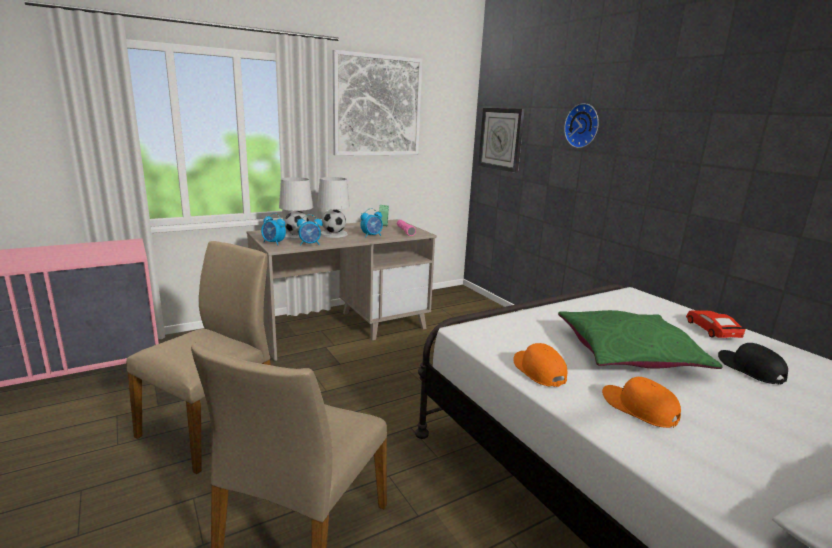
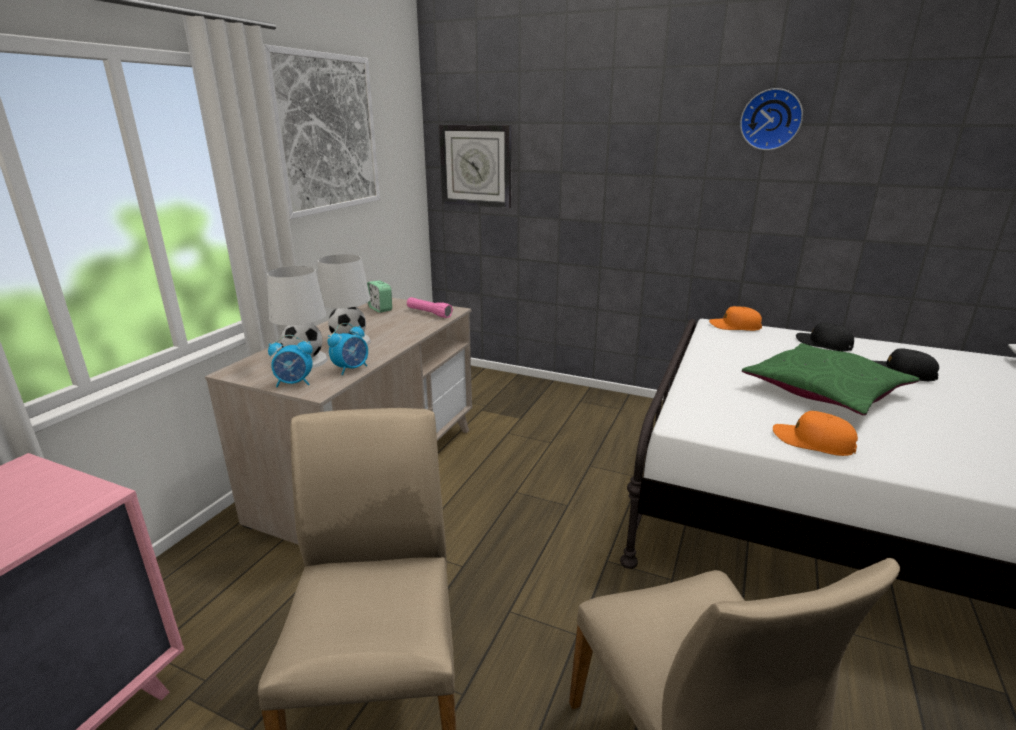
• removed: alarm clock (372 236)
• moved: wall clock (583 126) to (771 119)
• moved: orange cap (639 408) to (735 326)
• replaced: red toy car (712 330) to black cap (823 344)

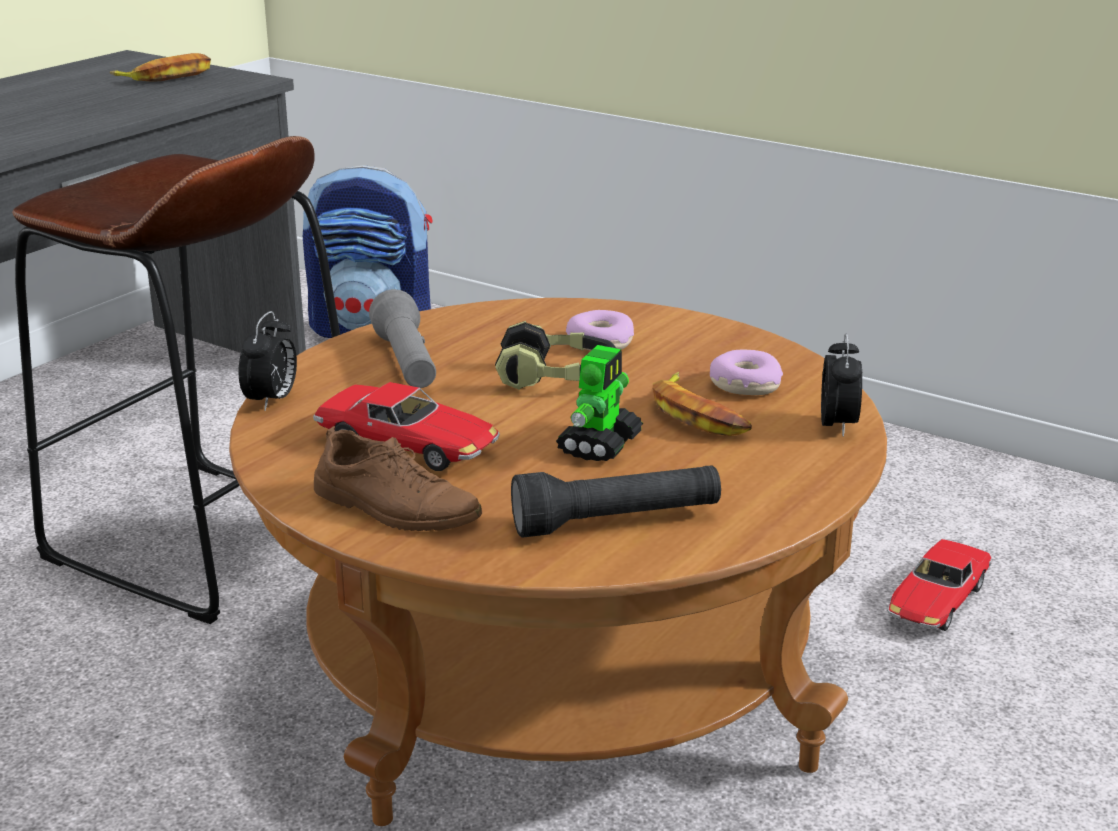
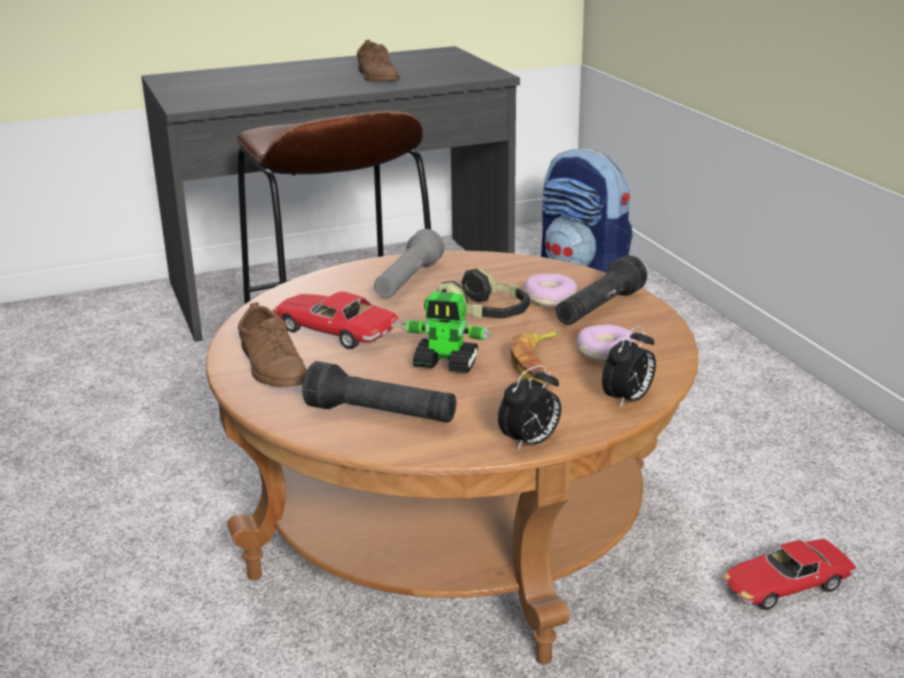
• removed: banana (167 77)
• added: brown shoe (377 77)
• added: black flashlight (599 309)
• moved: alarm clock (272 401) to (530 443)
• turned: toy car (409 446) = (334 332) 150 degrees clockwise
• turned: toy robot (600 444) = (446 364) 45 degrees clockwise

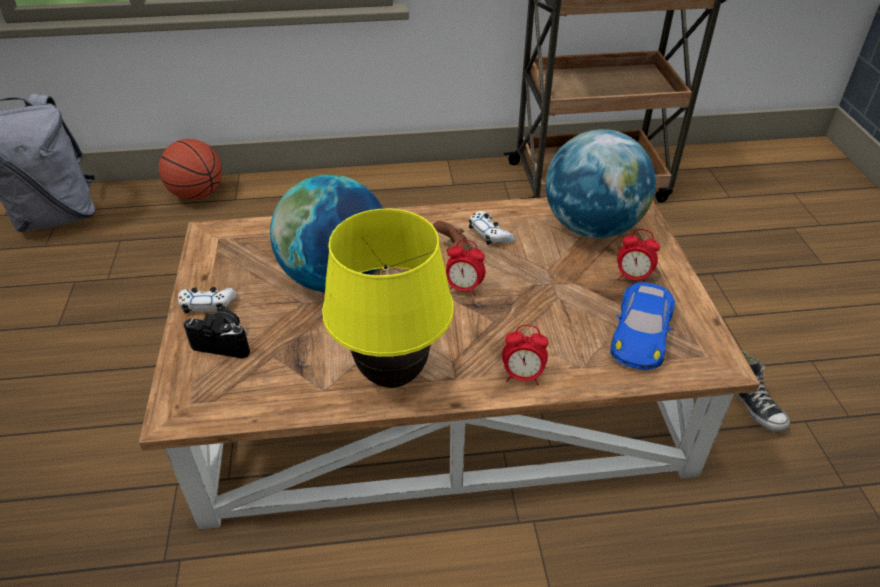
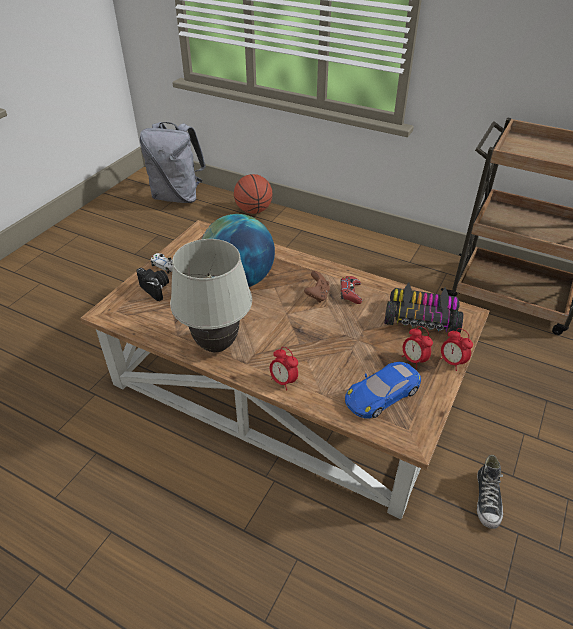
• moved: alarm clock (464 288) to (452 362)
• replaced: globe (592 227) to toy car (421 317)
• recoloured: yellow table lamp (393 375) to white table lamp (217 345)
• recoloured: white game controller (489 233) to red game controller (350 293)

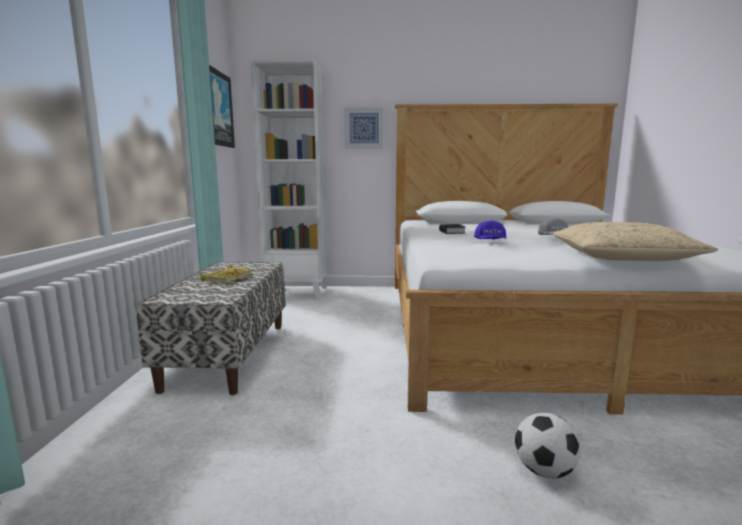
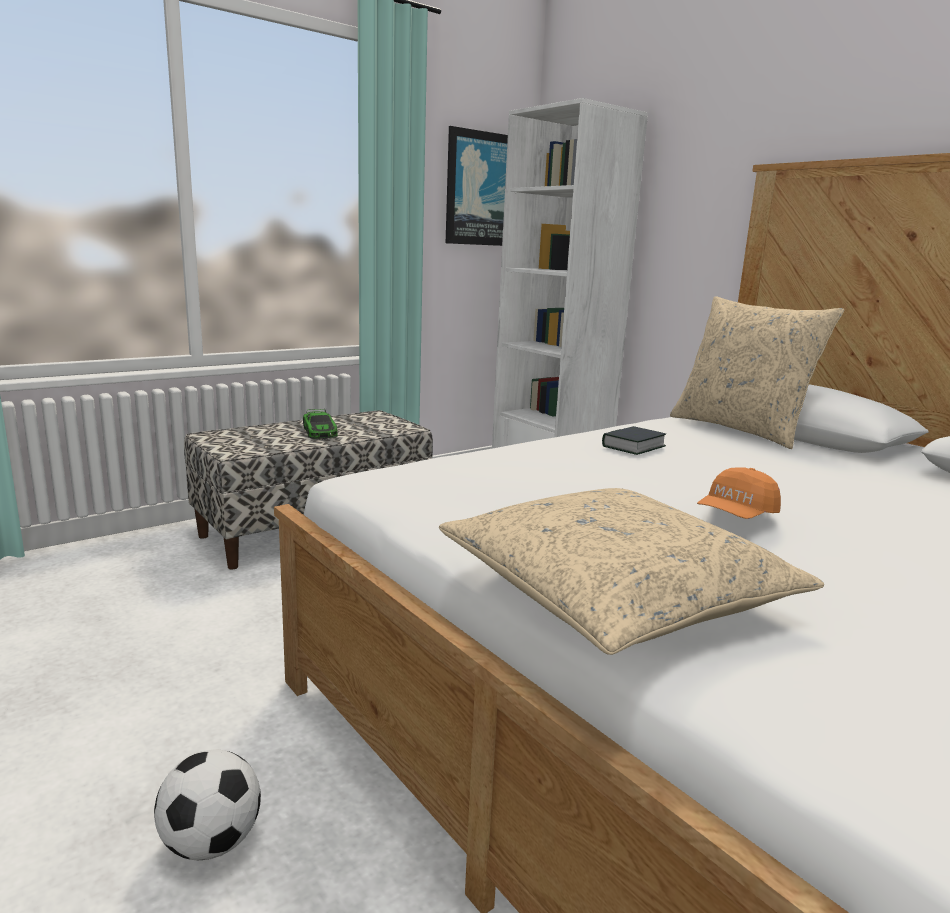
• removed: picture (364 128)
• removed: blue cap (490 242)
• added: beige pillow (740 429)
• replaced: book (228 277) to toy car (320 431)
• recoloured: grey cap (555 237) to orange cap (736 515)

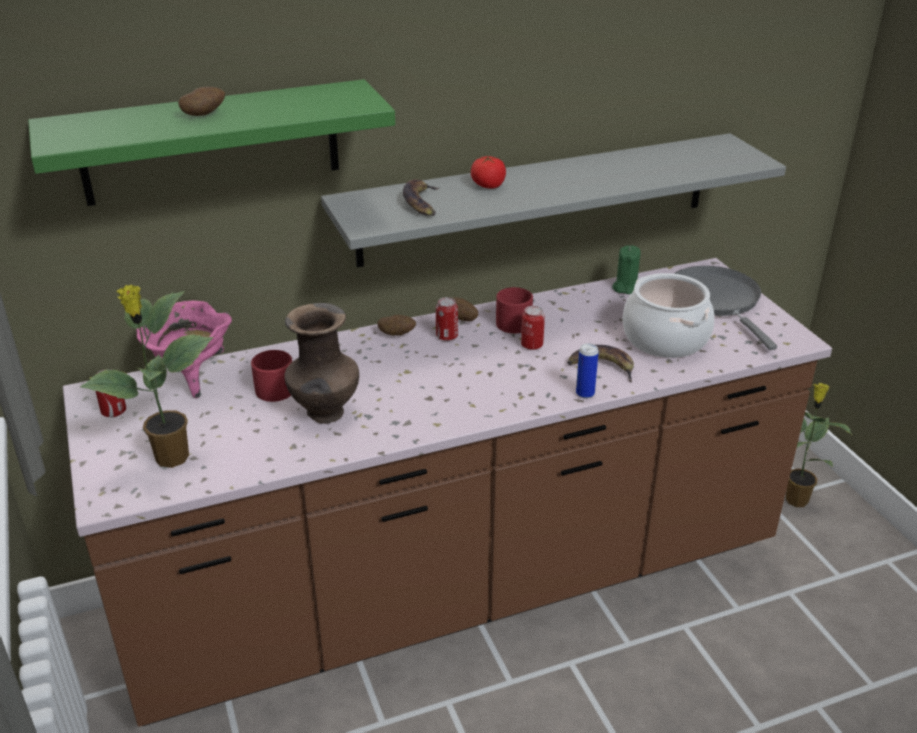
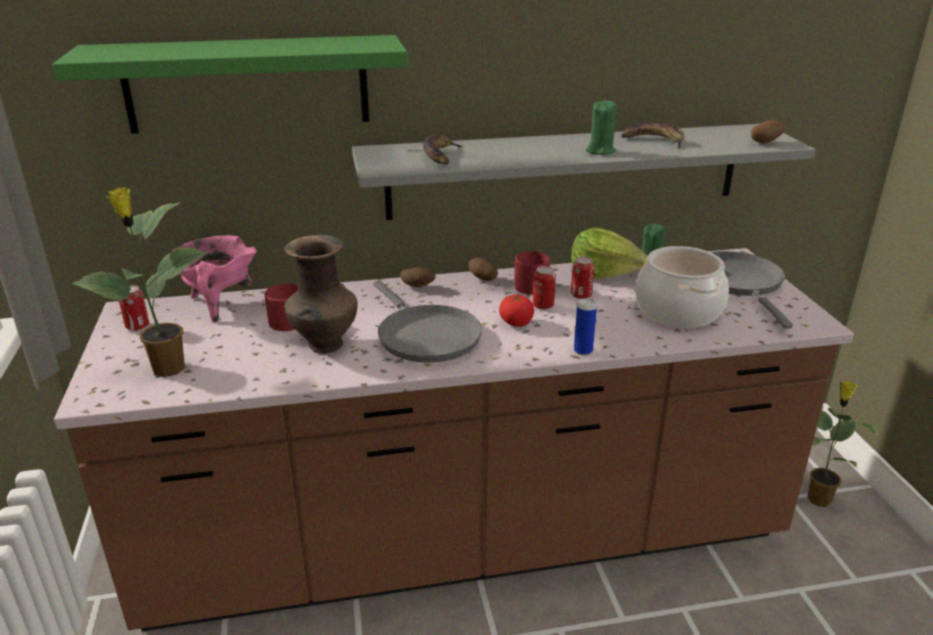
• added: grey frying pan (425 336)
• added: lettuce (603 273)
• added: green candle (600 151)
• moved: potato (204 115) to (765 142)
• moved: can (447 336) to (581 295)
• moved: tomato (488 185) to (516 323)
• moved: banana (602 366) to (654 141)

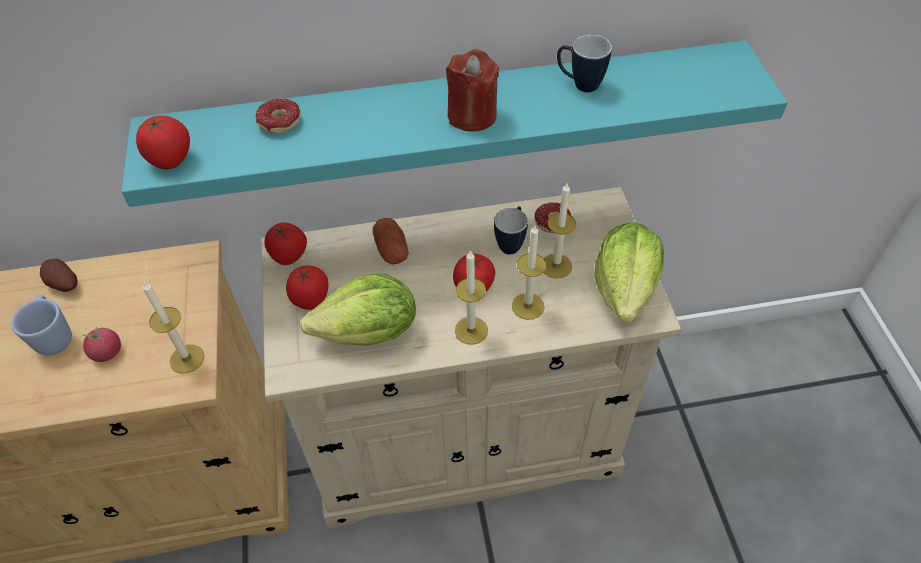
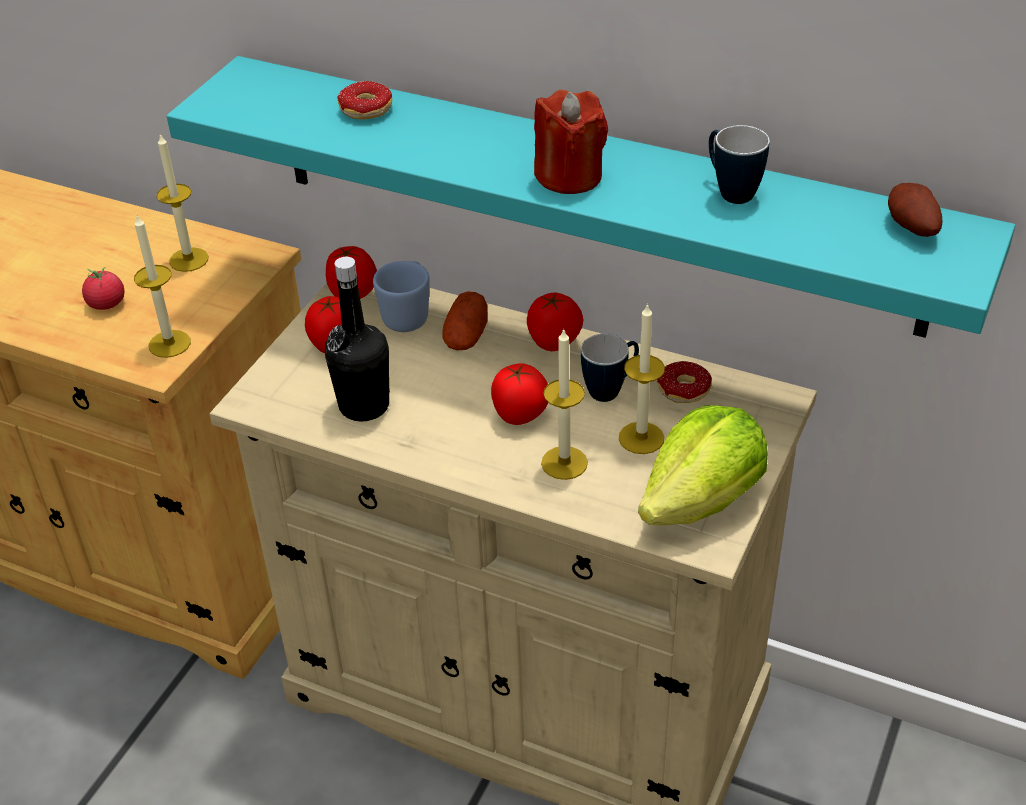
• moved: blue mug (54 336) to (408 315)
• moved: potato (63 284) to (910 228)
• moved: tomato (171 160) to (555 343)
• moved: candle (471 330) to (189 259)
• replaced: lettuce (369 333) to black bottle (364 406)

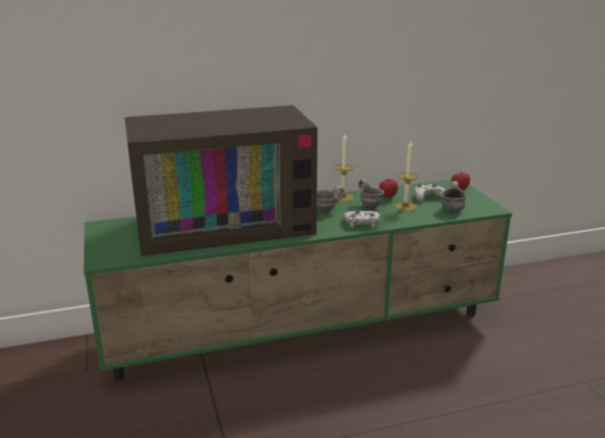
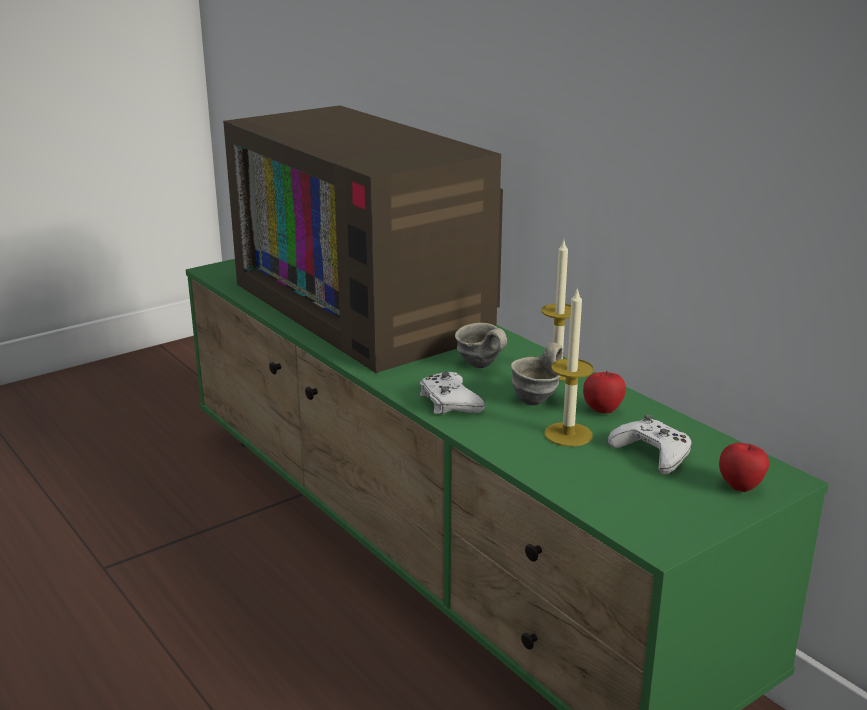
• removed: mug (451 208)

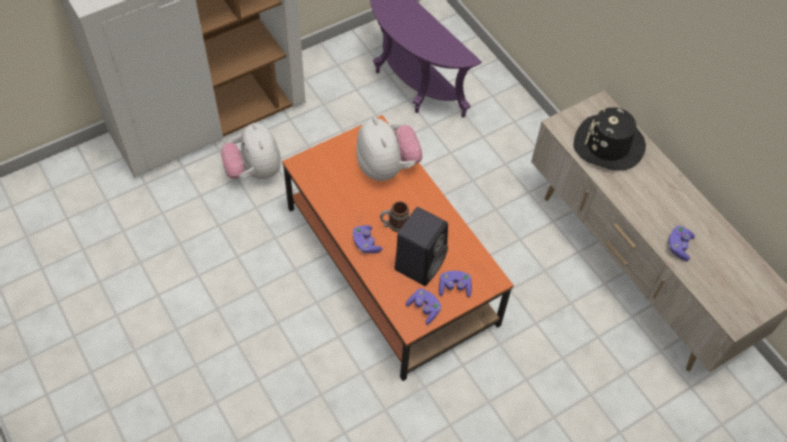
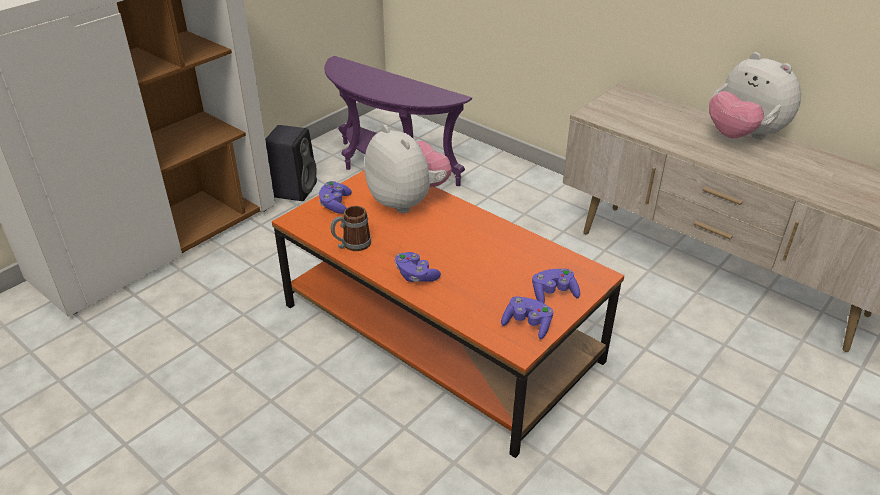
• removed: black hat (608 145)
• moved: plush toy (254 171) to (743 136)
• moved: mug (394 225) to (351 245)
• moved: black speaker (420 262) to (294 189)
• moved: purple game controller (678 246) to (335 204)

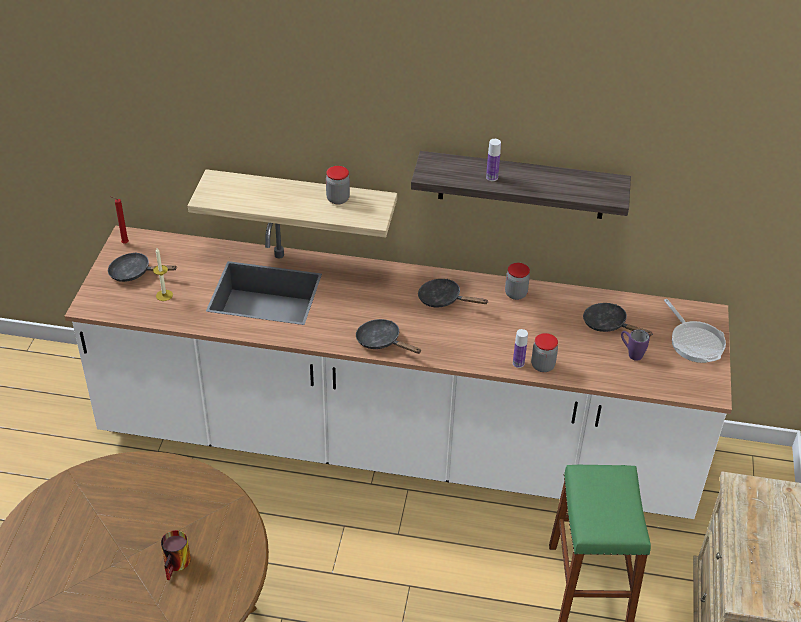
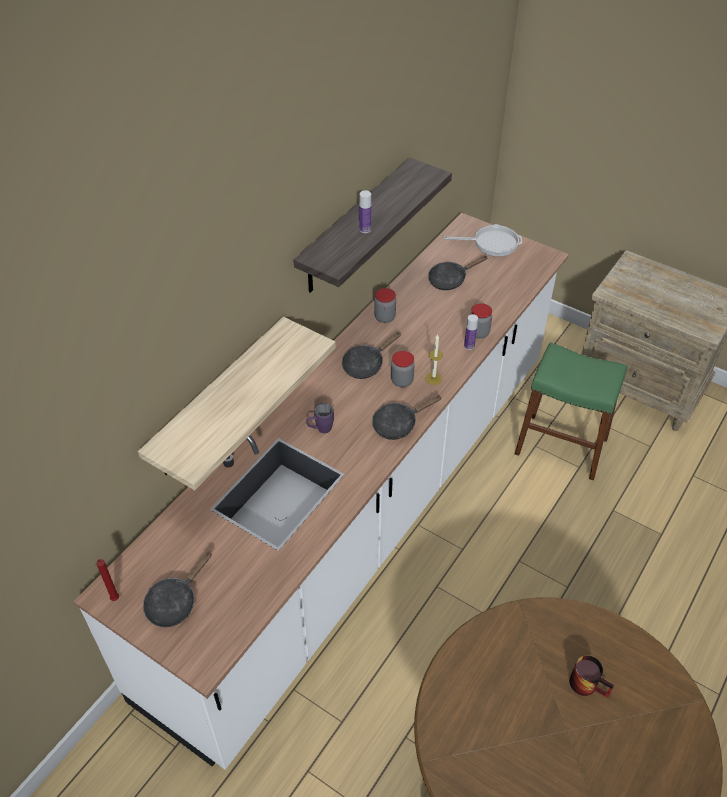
• moved: candle (164 295) to (433 378)
• moved: jar (338 199) to (402 381)
• moved: purple mug (631 353) to (320 430)

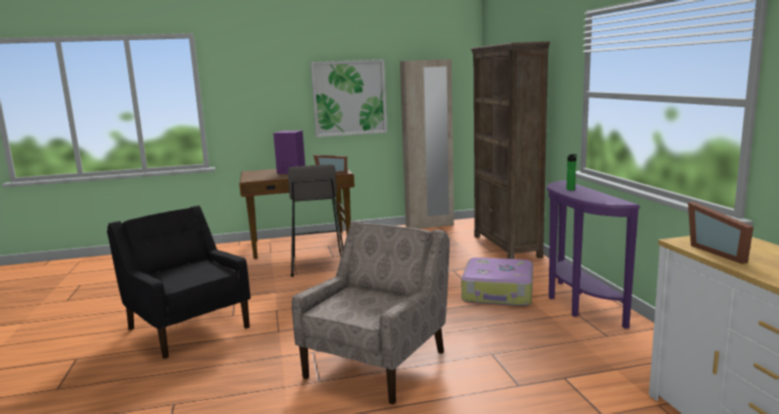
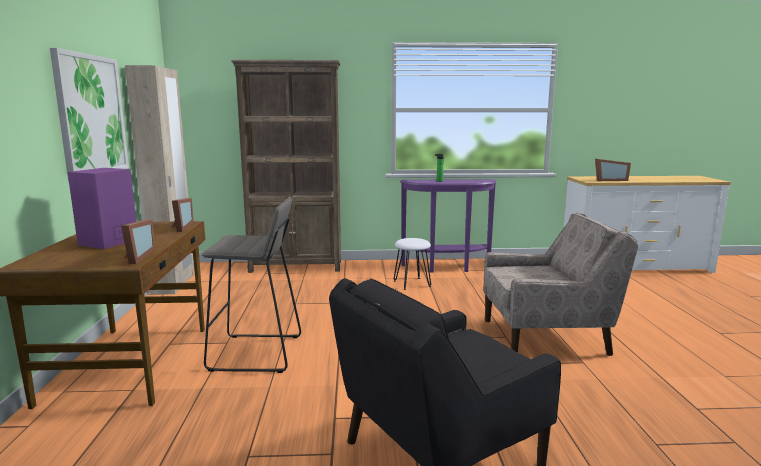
• added: picture frame (135 257)
• replaced: suitcase (498 293) to white stool (411 283)
• turned: beige armchair (377 363) = (546 337) 135 degrees clockwise

